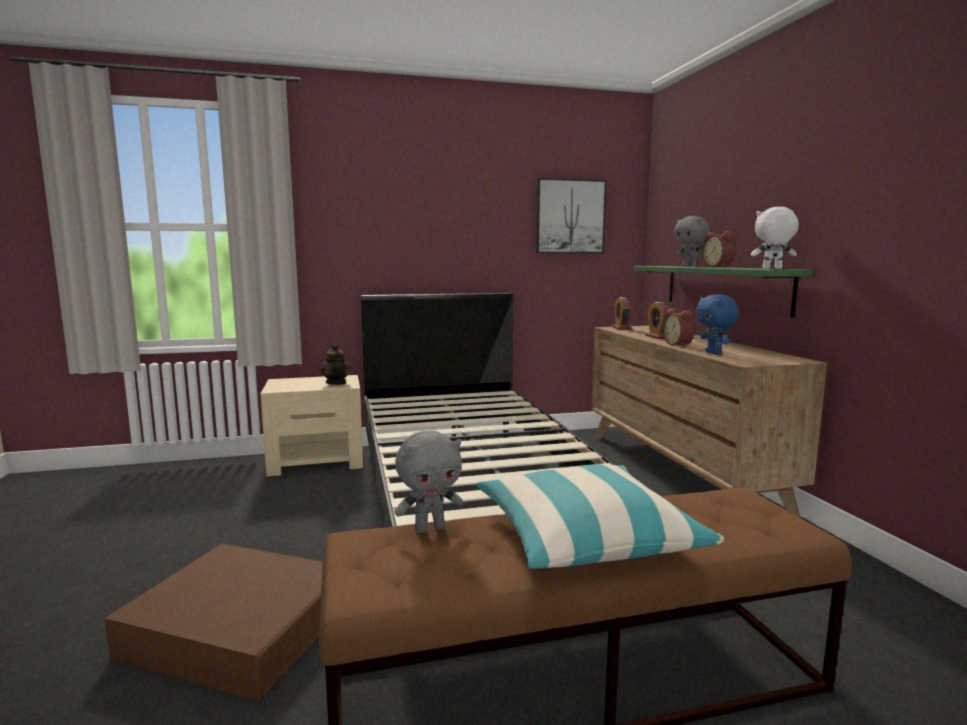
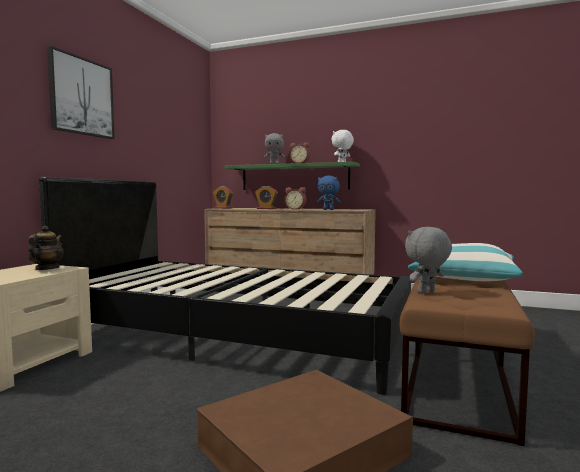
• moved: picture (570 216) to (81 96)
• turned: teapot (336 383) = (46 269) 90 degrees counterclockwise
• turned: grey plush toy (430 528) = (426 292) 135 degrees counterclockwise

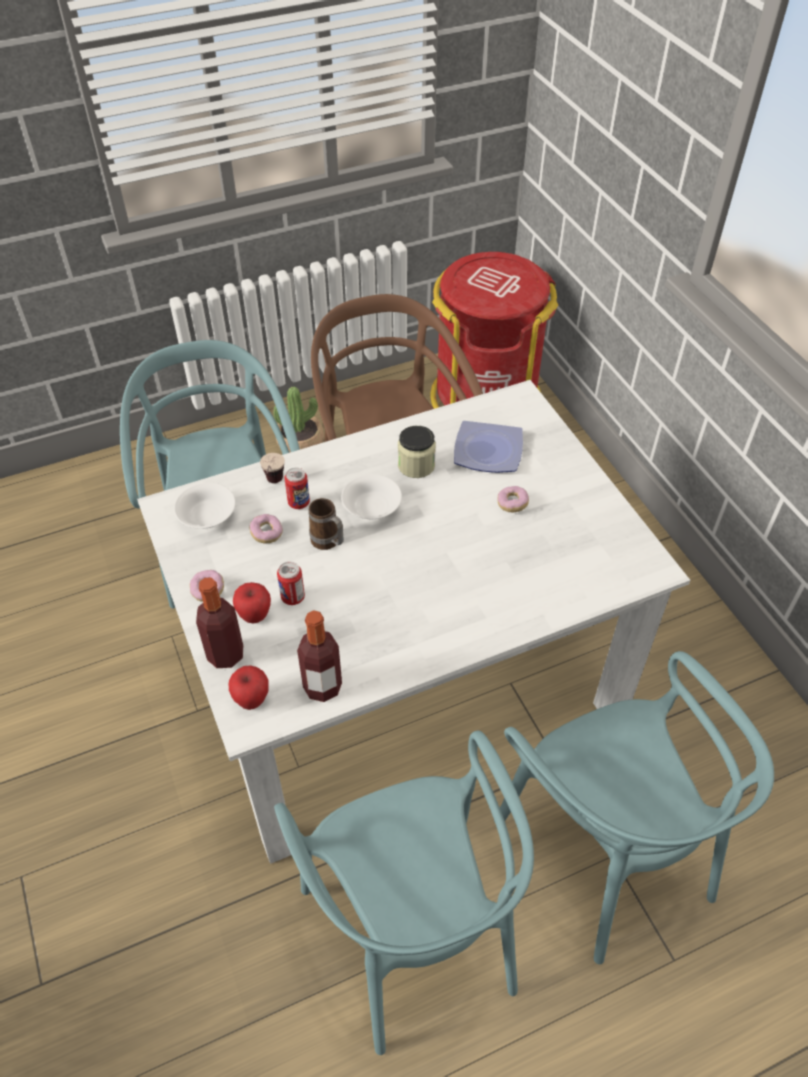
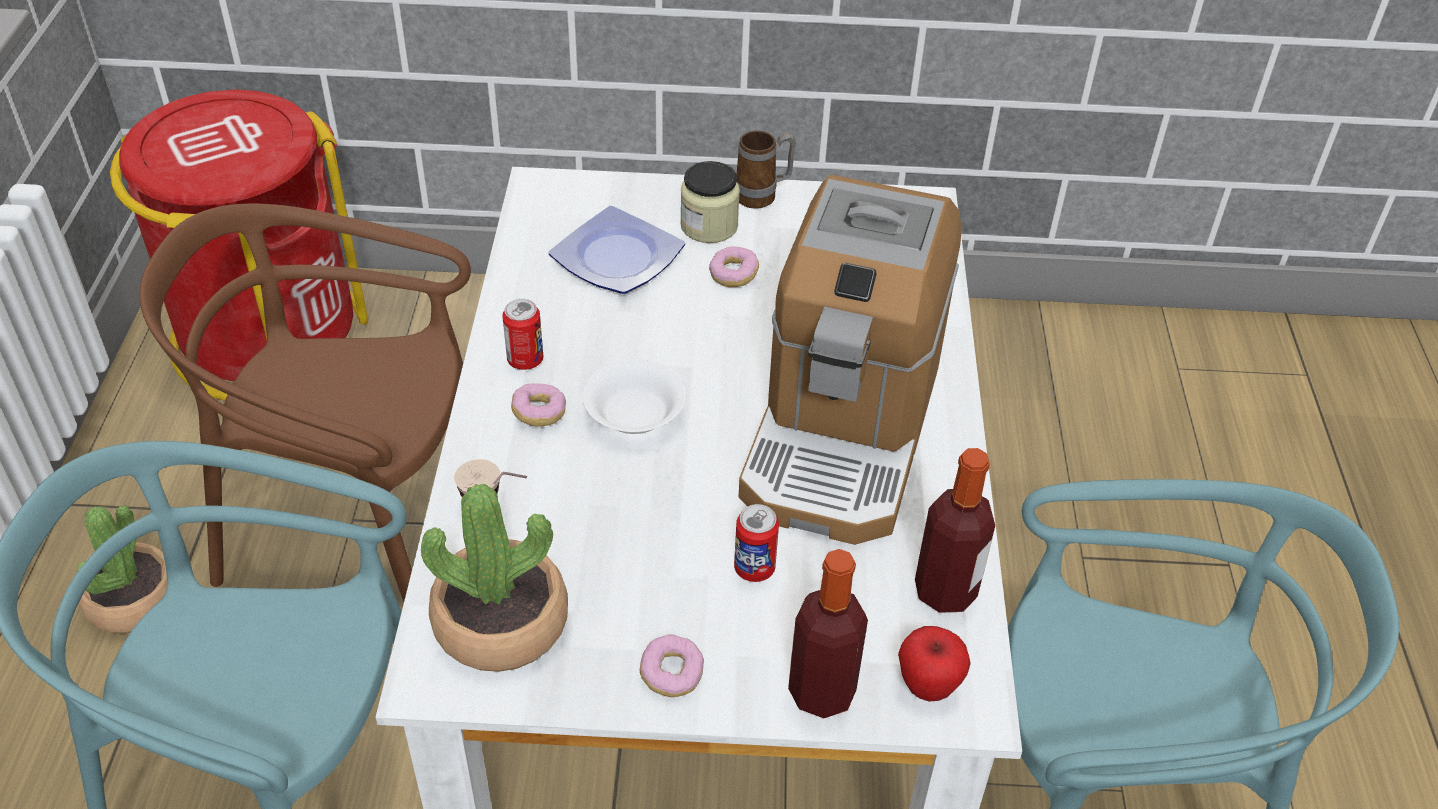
• removed: apple (254 615)
• removed: turquoise chair (606 852)
• added: coffee machine (842 432)
• moved: donut (267 533) to (539 413)
• moved: can (299 503) to (525 360)
• moved: mug (329 543) to (763 196)
• moved: jar (416 465) to (709 226)
• replaced: white bowl (208 516) to potted plant (501 622)

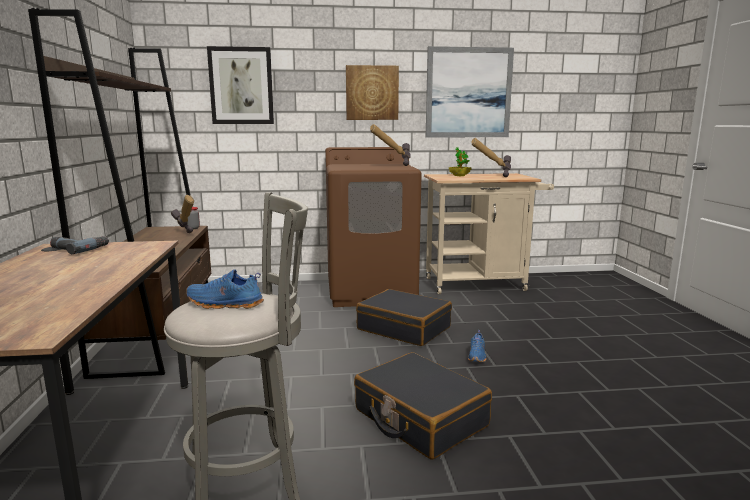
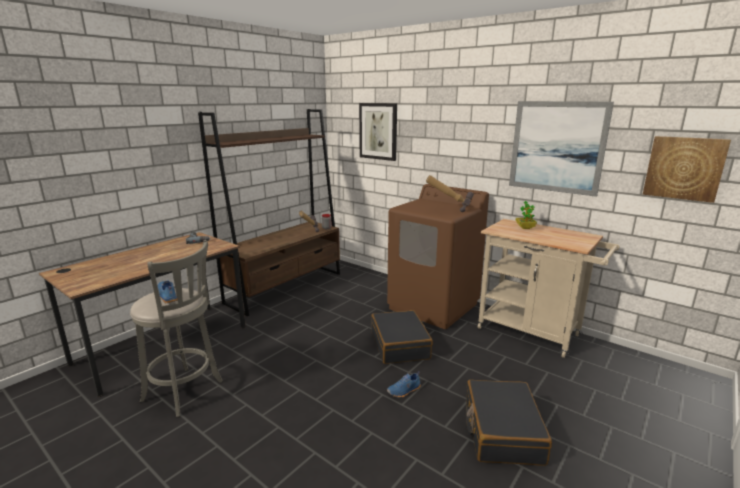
• removed: hammer (490 177)
• moved: picture (372 93) to (684 168)
• moved: black suitcase (420 418) to (502 431)

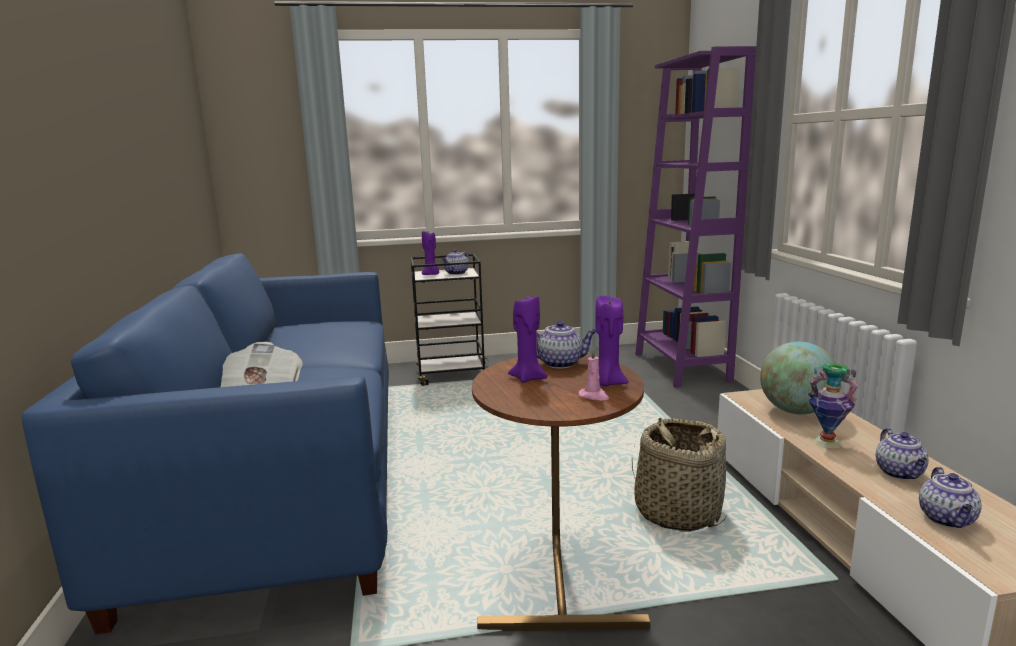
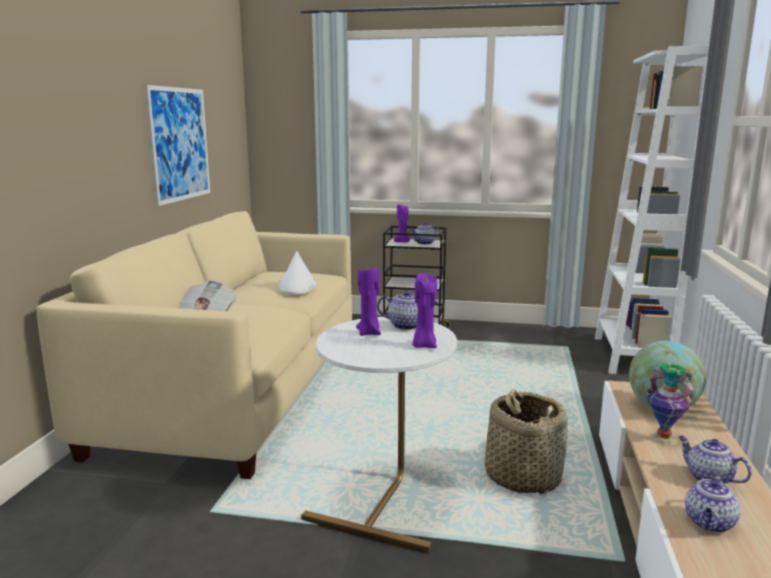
• removed: pink candle (594 396)
• added: picture (179 144)
• added: white hat (297 286)
• recoloured: blue sofa (283 482) to beige sofa (238 391)
• recoloured: brown side table (559 578) to white side table (386 501)
• recoloured: purple bookcase (681 367) to white bookcase (631 356)
• turned: teapot (900 473) = (708 478) 120 degrees clockwise

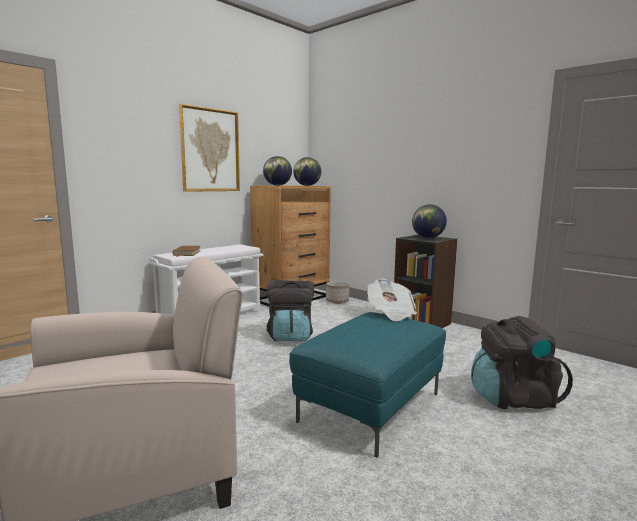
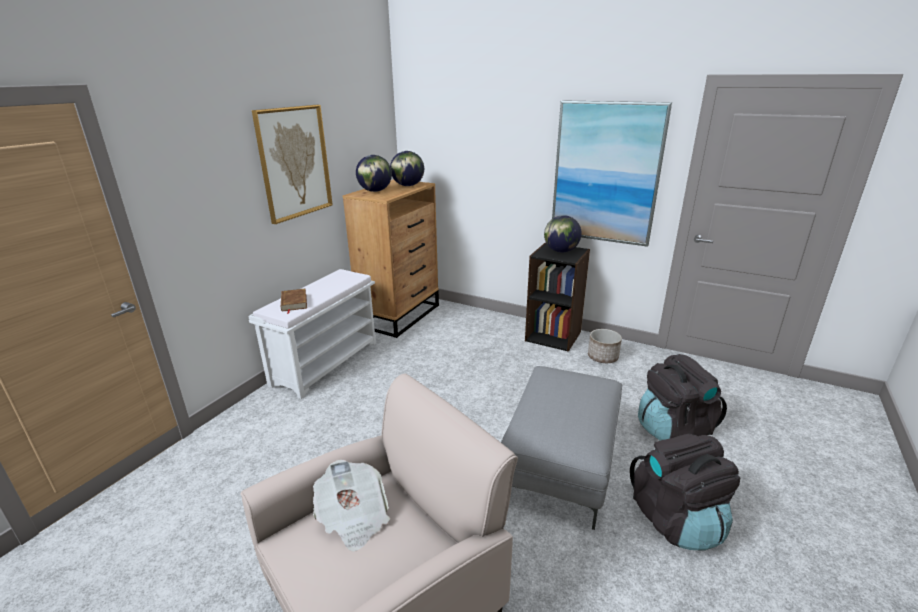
• added: picture (606 173)
• moved: black backpack (290 336) to (676 519)
• moved: planter (337 301) to (603 357)
• moved: newspaper (391 313) to (353 518)
• recoloured: turquoise ottoman (370 406) to grey ottoman (559 466)

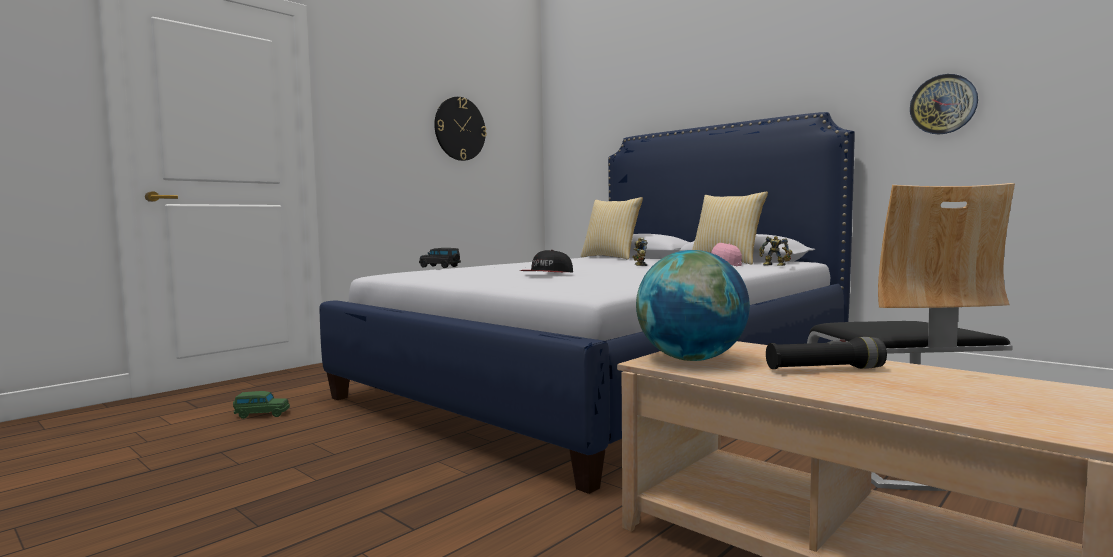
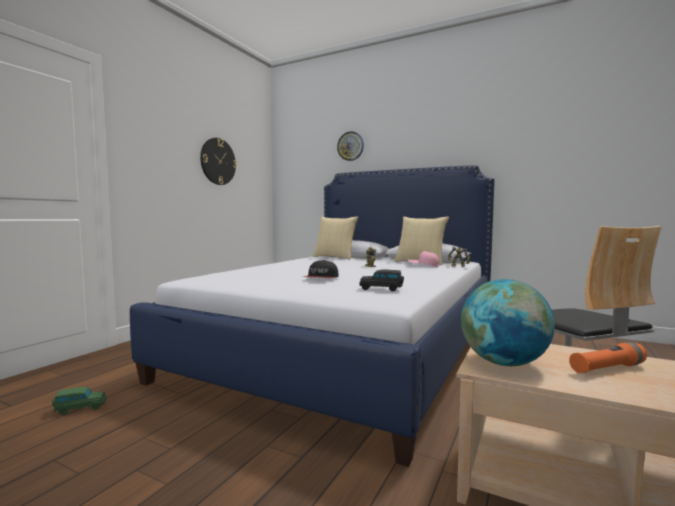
• moved: black toy car (440 267) to (381 289)
• moved: wall clock (943 104) to (350 146)
• recoloured: black flashlight (824 369) to orange flashlight (607 369)

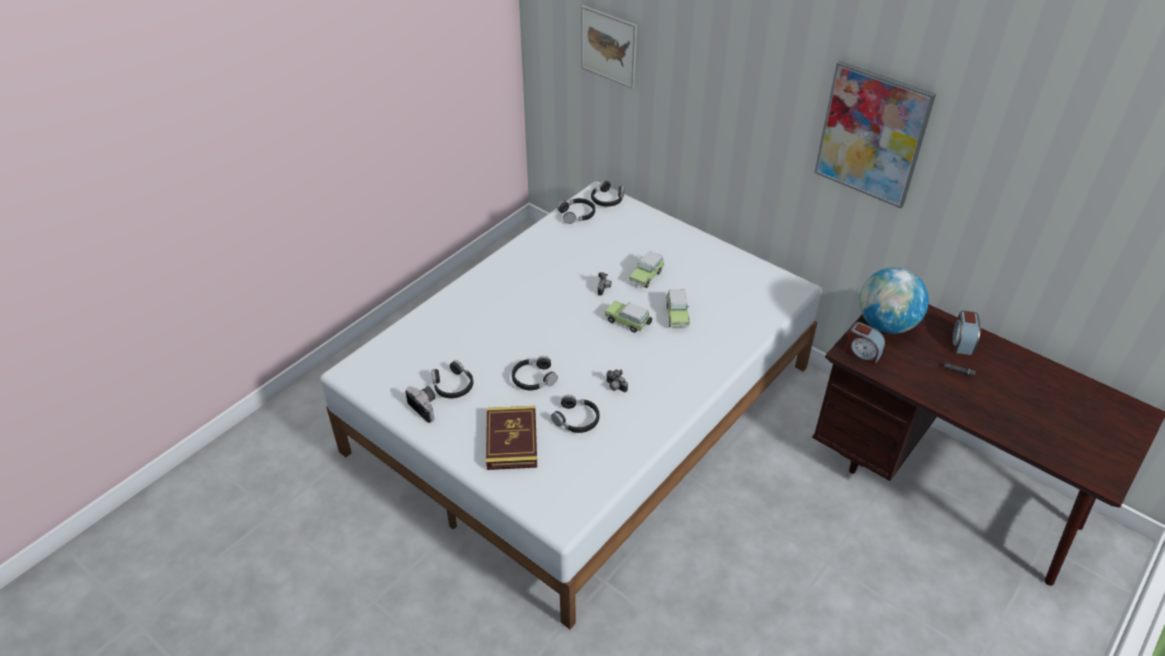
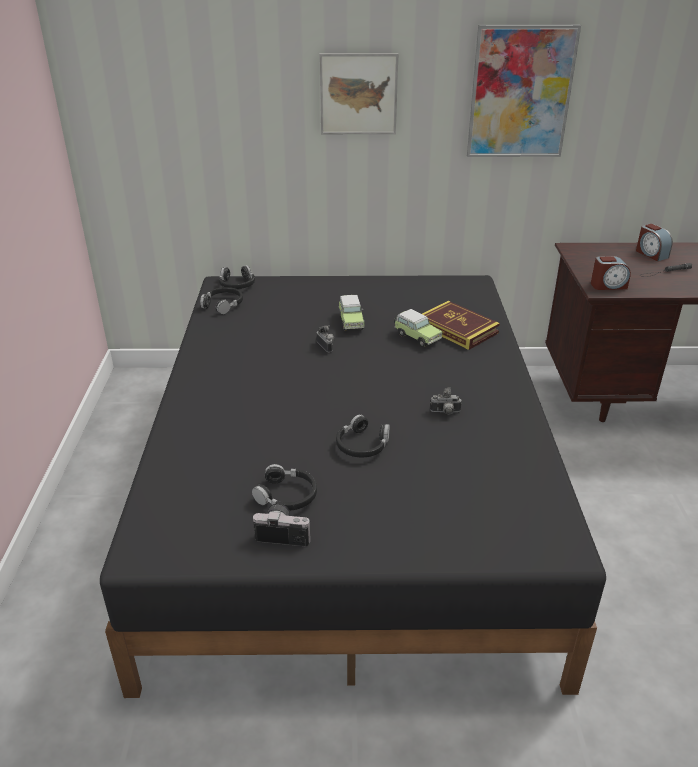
• removed: black headphones (576 419)
• removed: toy car (628 323)
• removed: globe (886 324)
• moved: book (511 440) to (457 329)
• moved: picture (609 46) to (358 94)
• recoloured: white bed (583 408) to black bed (350 492)

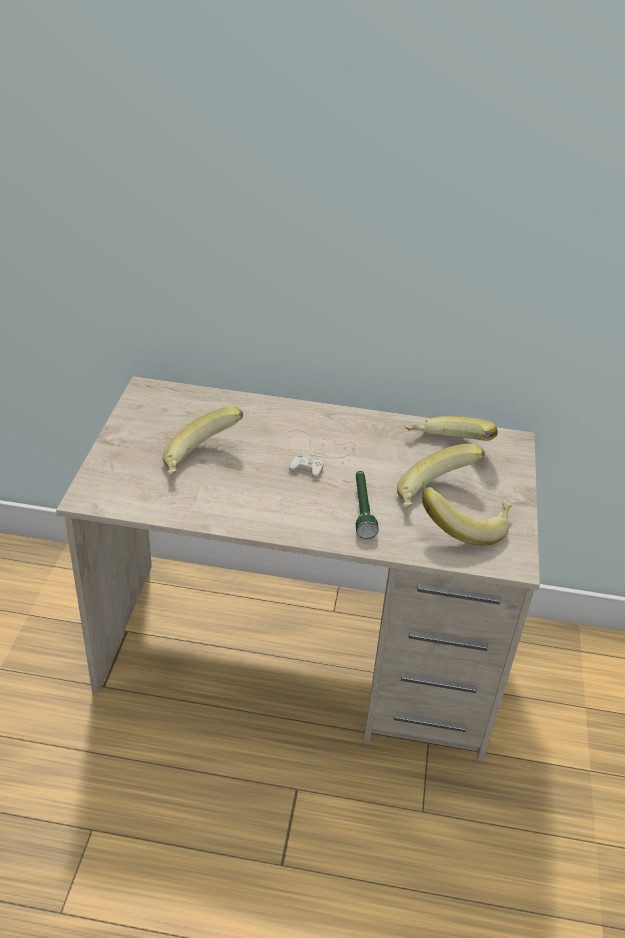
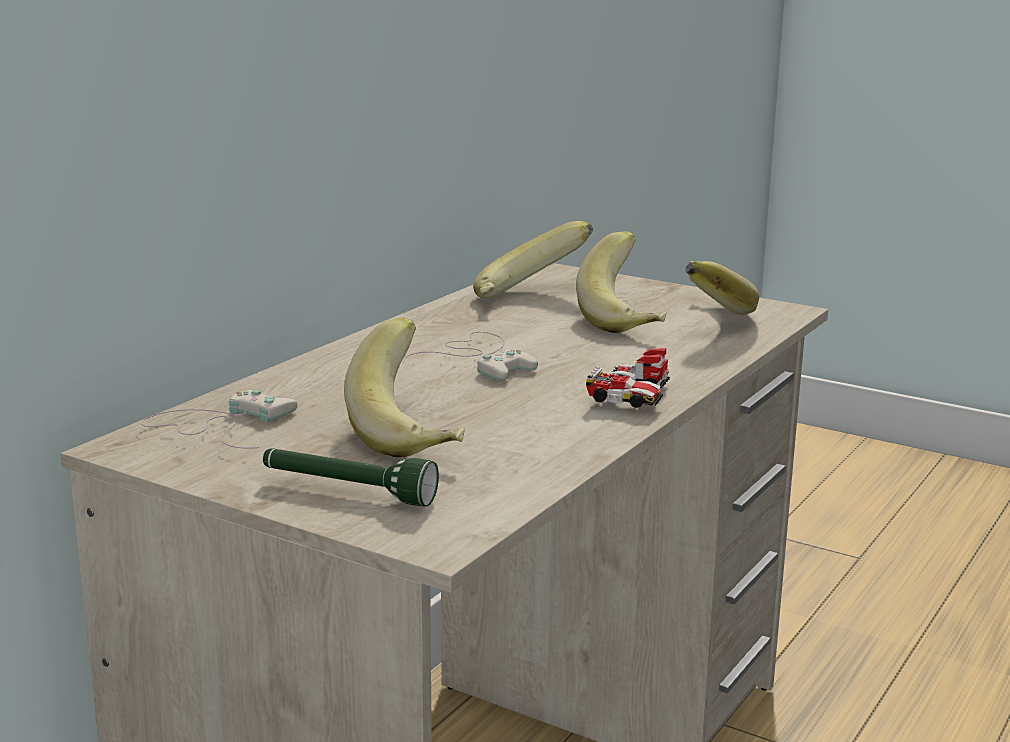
• added: white game controller (220 425)
• added: toy car (632 395)
• moved: green flashlight (362 509) to (347 491)

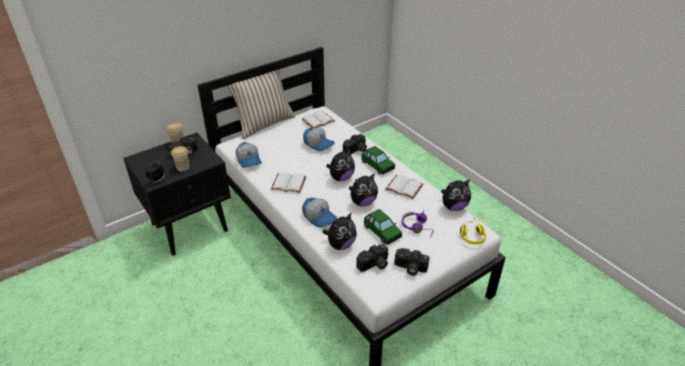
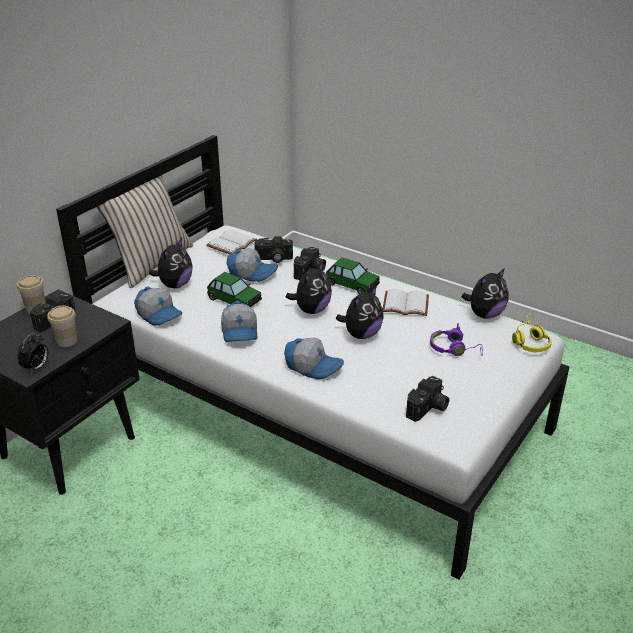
• moved: plush toy (340 244) to (175 285)
• moved: toy car (382 231) to (234 300)
• moved: photo camera (410 268) to (273 259)
• replaced: white book (289 183) to cap (240 332)

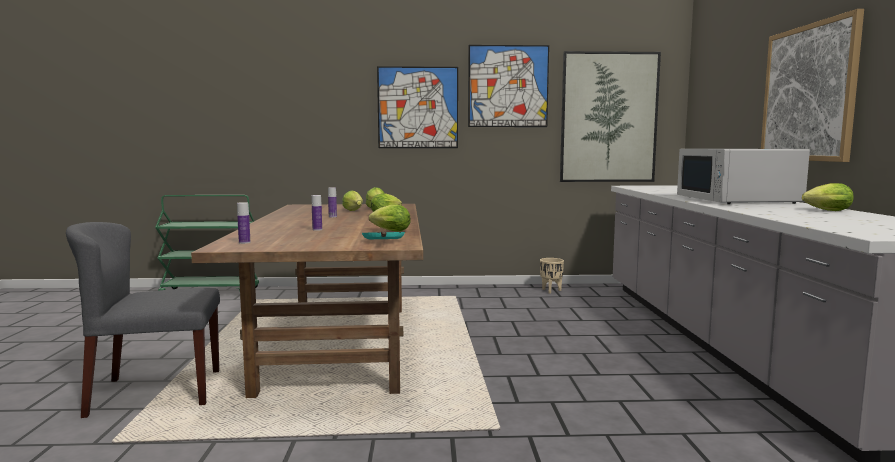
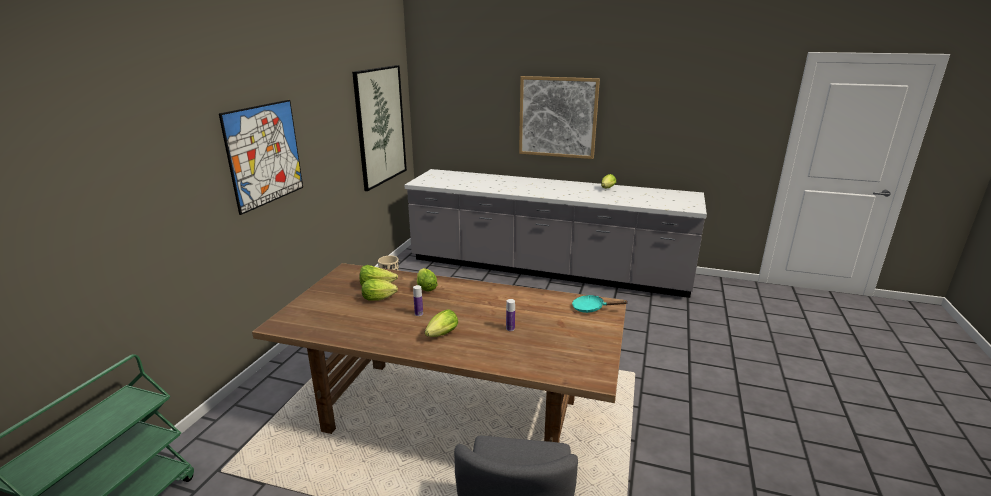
• removed: bottle (244 242)
• removed: picture (508 86)
• removed: white microwave (736 200)
• moved: lettuce (389 231) to (441 335)

